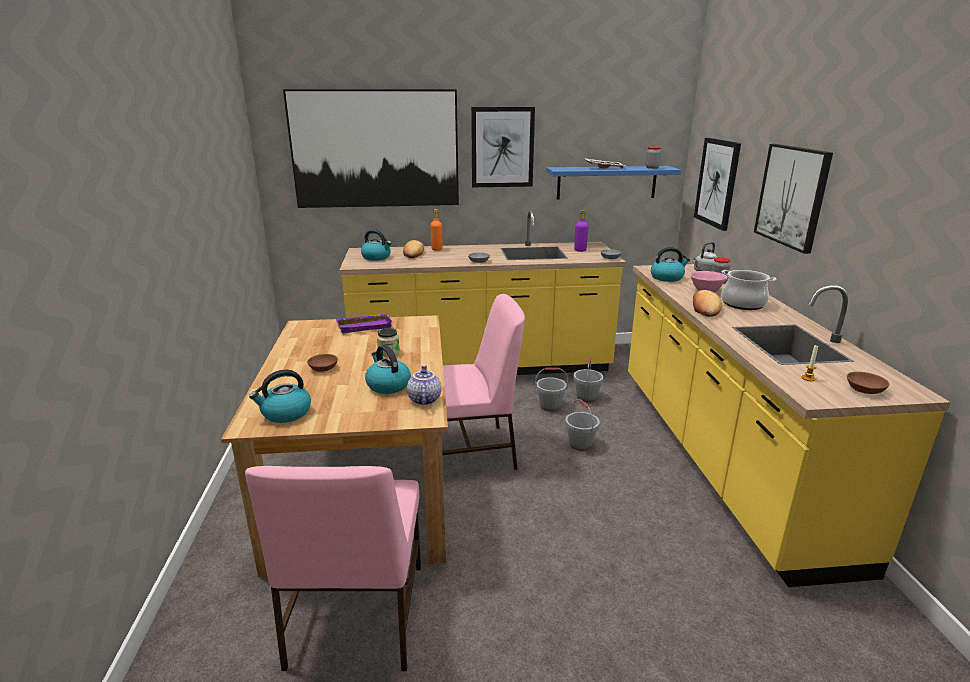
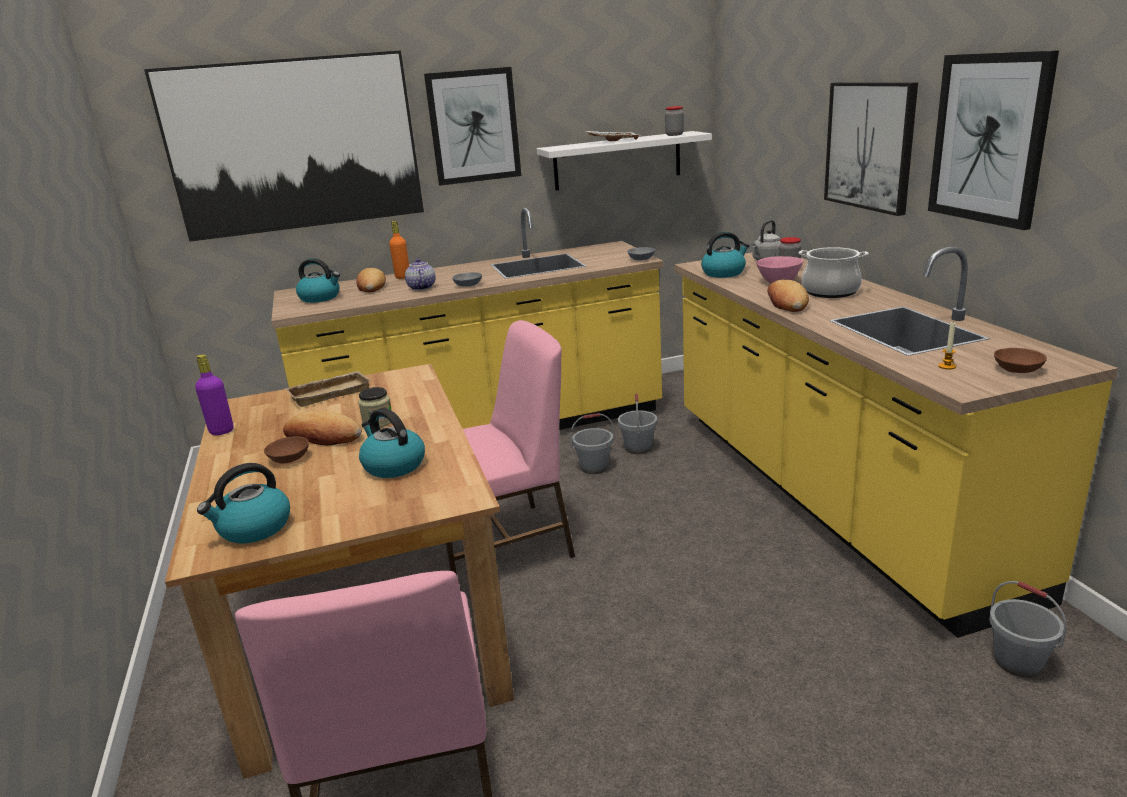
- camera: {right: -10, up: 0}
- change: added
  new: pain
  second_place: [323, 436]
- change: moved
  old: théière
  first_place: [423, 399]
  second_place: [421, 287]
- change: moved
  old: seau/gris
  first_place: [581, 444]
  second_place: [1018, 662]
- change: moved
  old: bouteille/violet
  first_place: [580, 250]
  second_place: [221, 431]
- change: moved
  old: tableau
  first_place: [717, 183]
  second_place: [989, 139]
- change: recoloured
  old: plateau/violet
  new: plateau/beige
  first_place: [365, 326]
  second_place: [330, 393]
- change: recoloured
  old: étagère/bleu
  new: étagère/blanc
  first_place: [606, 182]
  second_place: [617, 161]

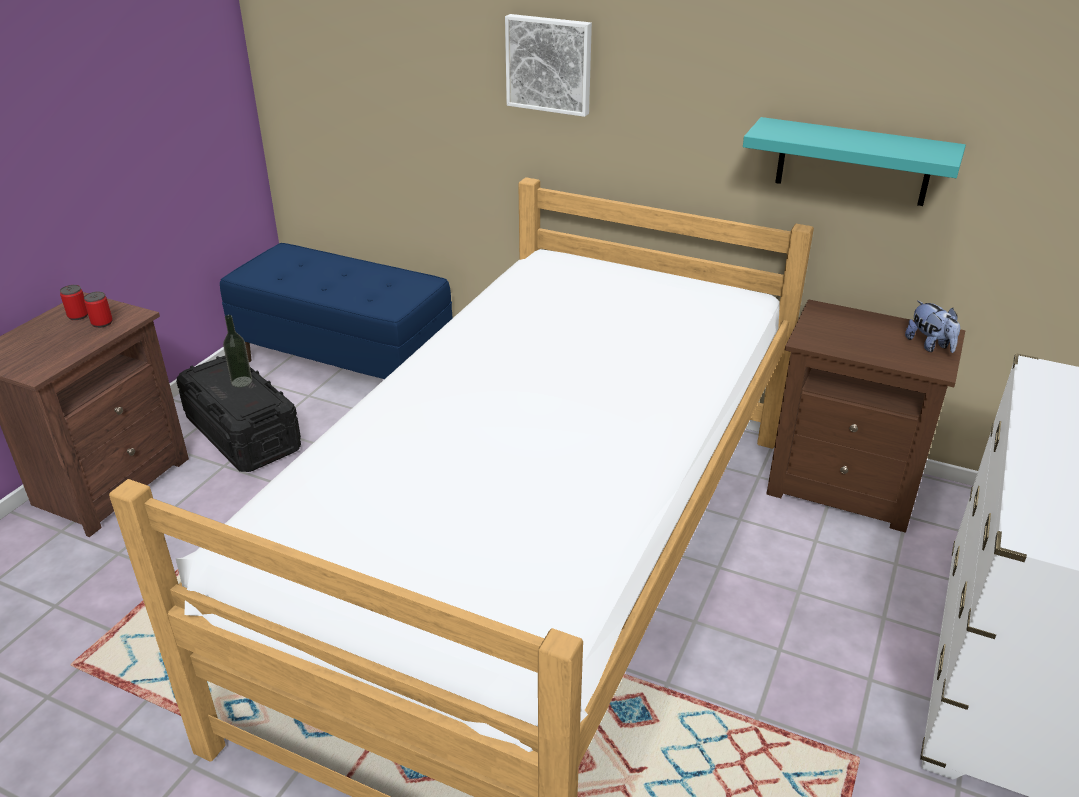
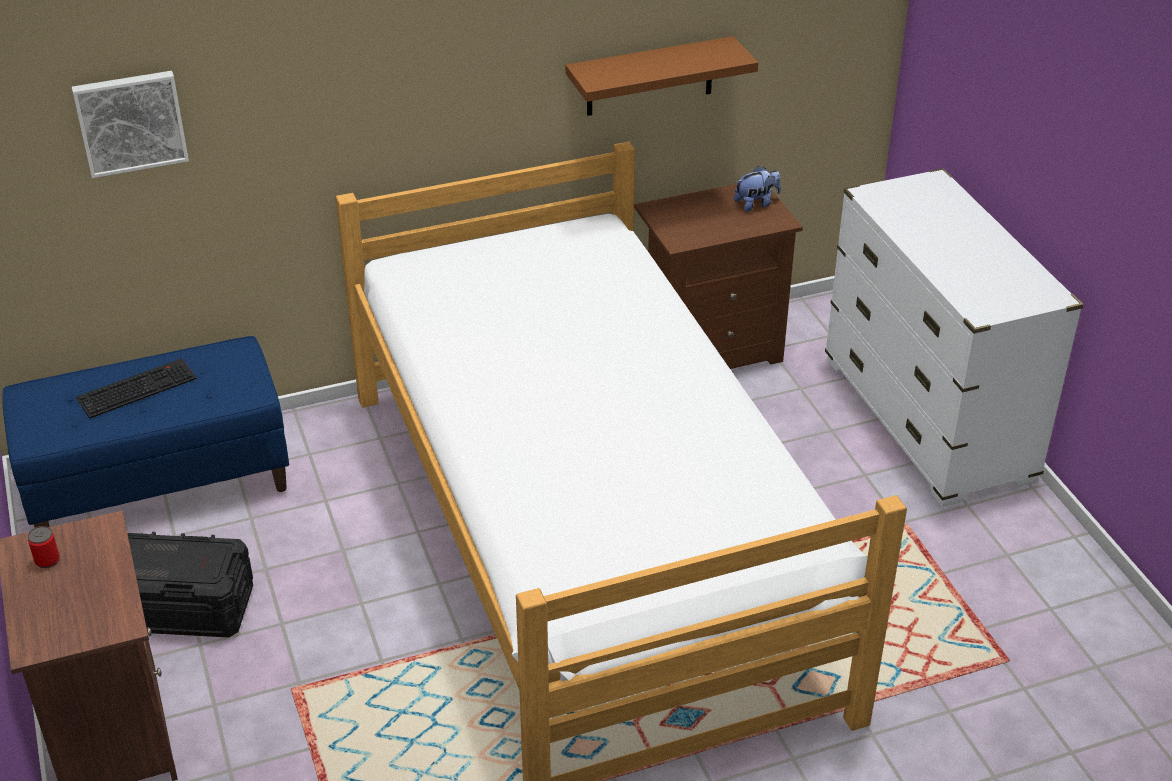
- camera: {right: -45, up: 5}
- change: removed
  old: boîte métallique
  first_place: [102, 323]
- change: removed
  old: bouteille
  first_place: [241, 382]
- change: added
  new: clavier
  second_place: [137, 387]
- change: moved
  old: tableau
  first_place: [549, 64]
  second_place: [130, 122]
- change: recoloured
  old: étagère/turquoise
  new: étagère/marron
  first_place: [853, 162]
  second_place: [649, 77]
- change: turned
  old: peluche
  first_place: [930, 345]
  second_place: [756, 204]
  degrees: -45

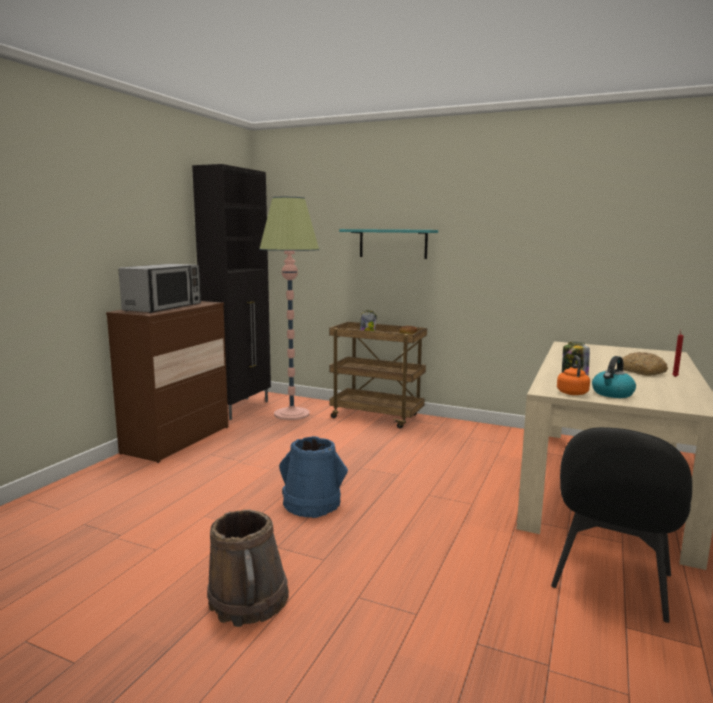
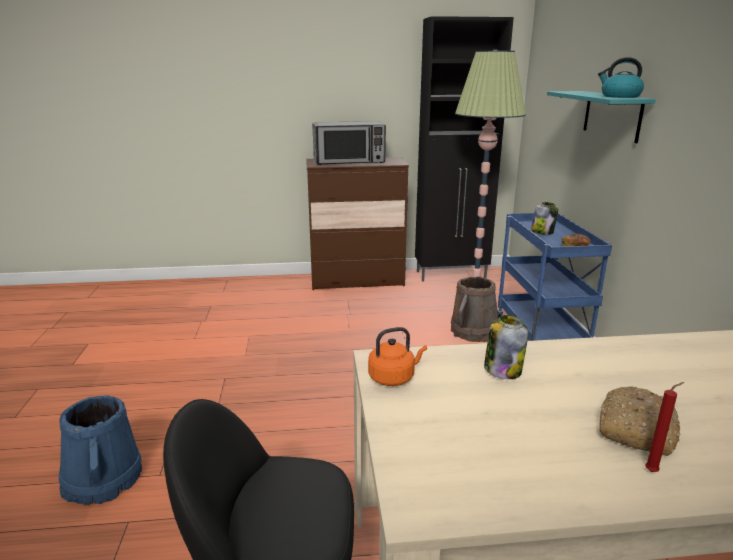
- camera: {right: 60, up: 10}
- change: moved
  old: seau/marron
  first_place: [248, 600]
  second_place: [474, 331]
- change: moved
  old: seau/bleu
  first_place: [312, 504]
  second_place: [103, 479]
- change: moved
  old: bouilloire
  first_place: [612, 394]
  second_place: [619, 96]
- change: recoloured
  old: chariot/marron
  new: chariot/bleu
  first_place: [377, 417]
  second_place: [541, 337]

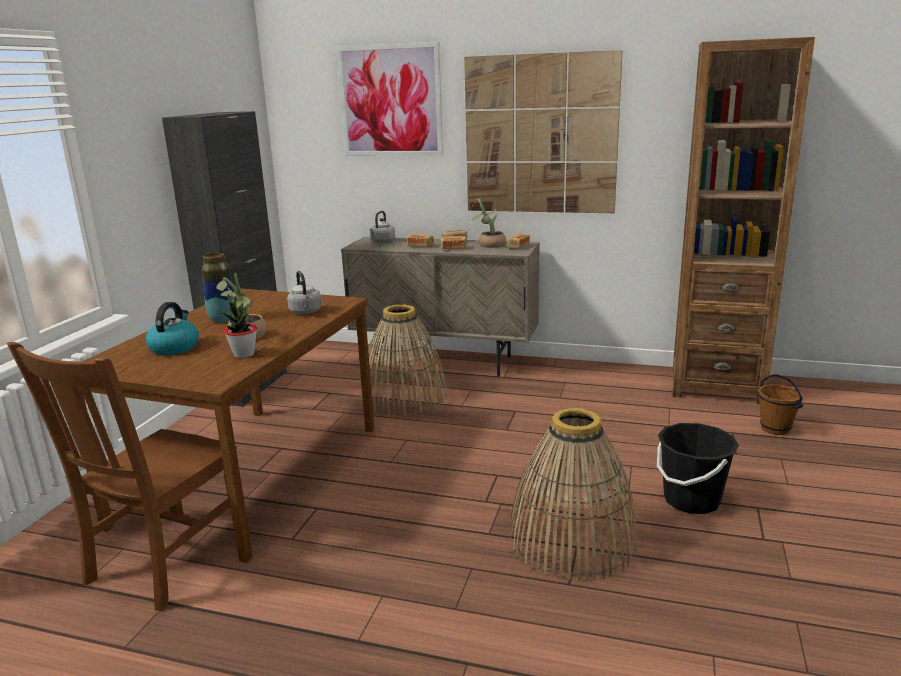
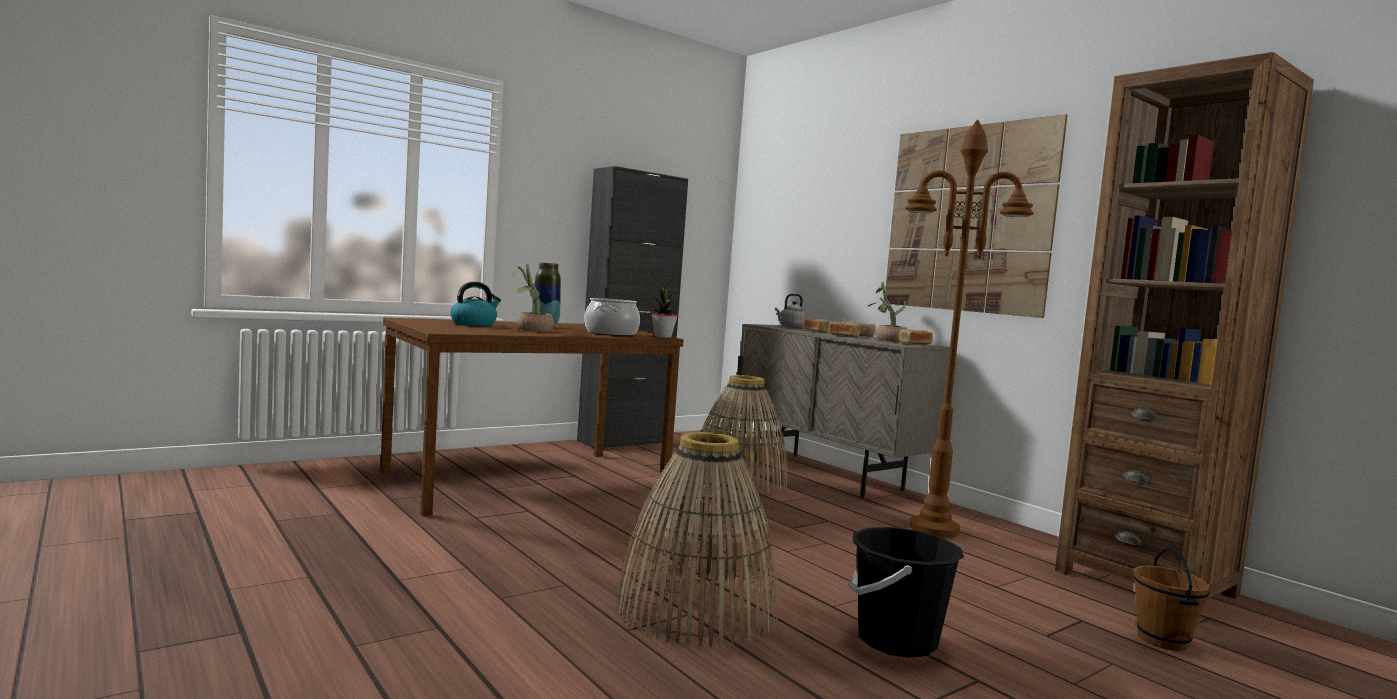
- camera: {right: 35, up: -15}
- change: removed
  old: chaise/marron
  first_place: [165, 561]
- change: removed
  old: tableau
  first_place: [390, 101]
- change: added
  new: lampadaire/marron
  second_place: [933, 529]
- change: moved
  old: plante en pot
  first_place: [244, 354]
  second_place: [662, 337]
- change: replaced
  old: bouilloire/gris
  new: marmite
  first_place: [306, 312]
  second_place: [611, 333]

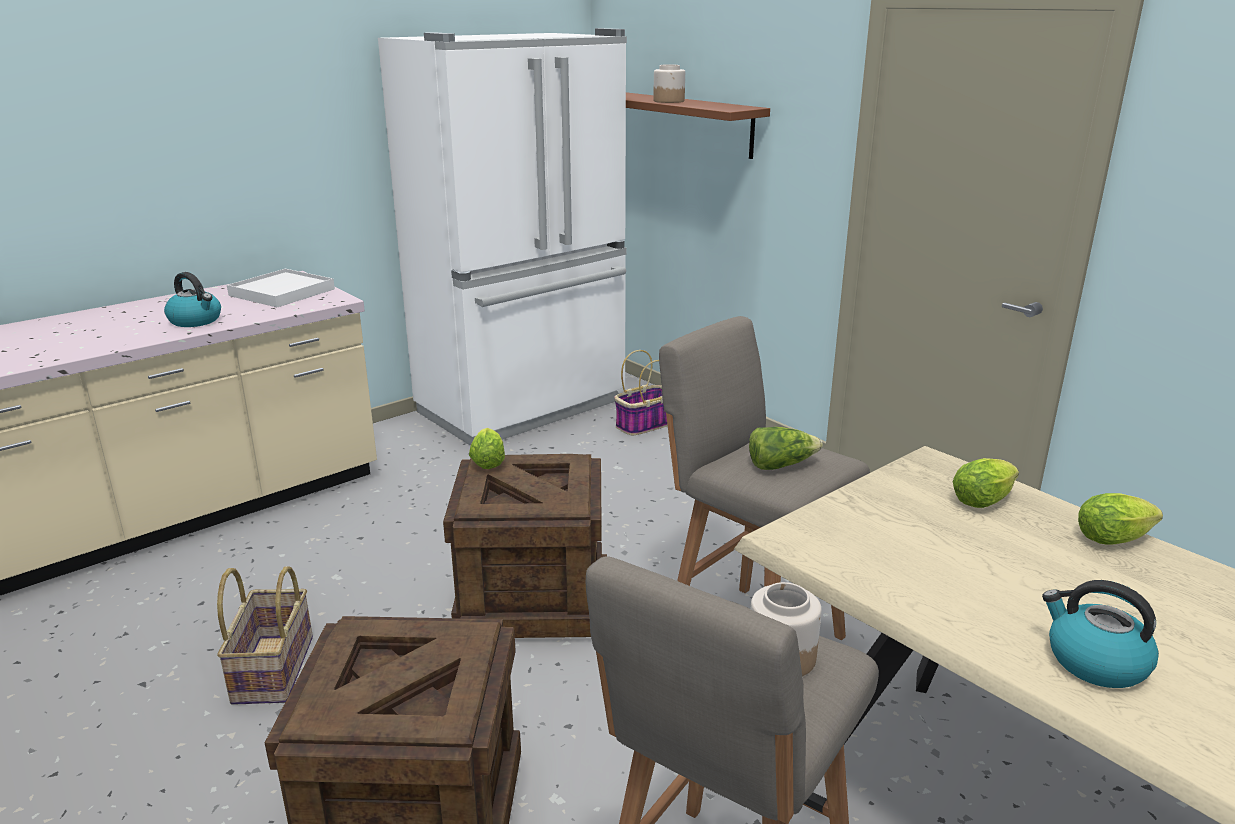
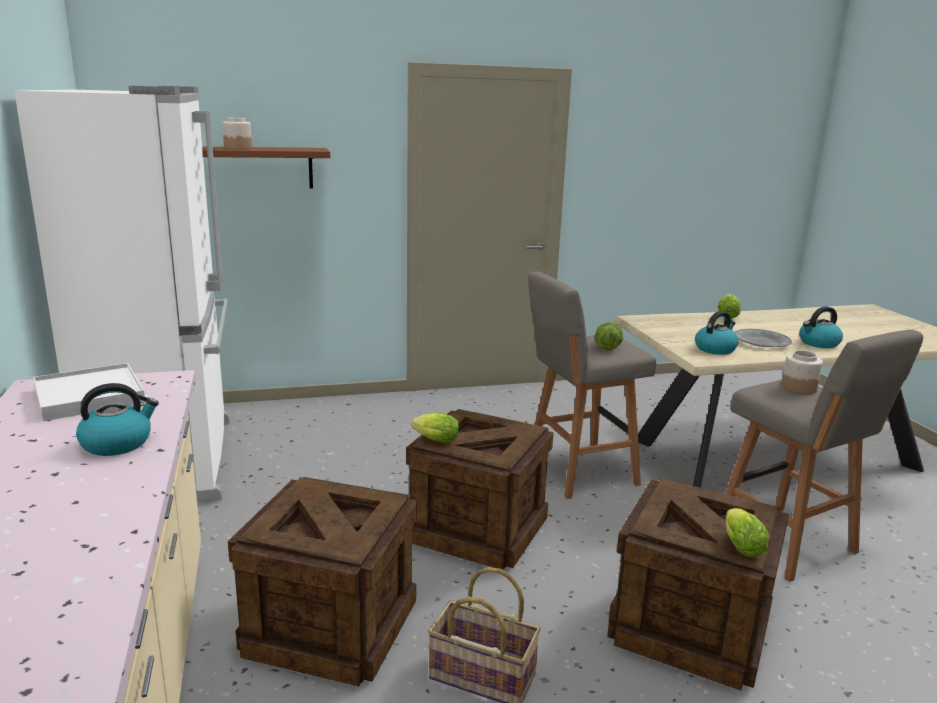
- camera: {right: -65, up: -5}
- change: removed
  old: panier
  first_place: [643, 425]
- change: added
  new: caisse
  second_place: [329, 627]
- change: added
  new: bouilloire
  second_place: [715, 349]
- change: added
  new: assiette/gris
  second_place: [761, 342]
- change: moved
  old: laitue
  first_place: [985, 500]
  second_place: [740, 545]

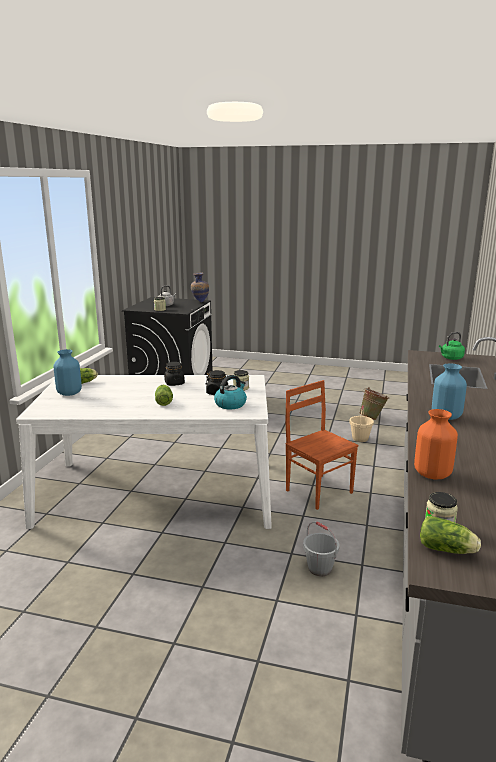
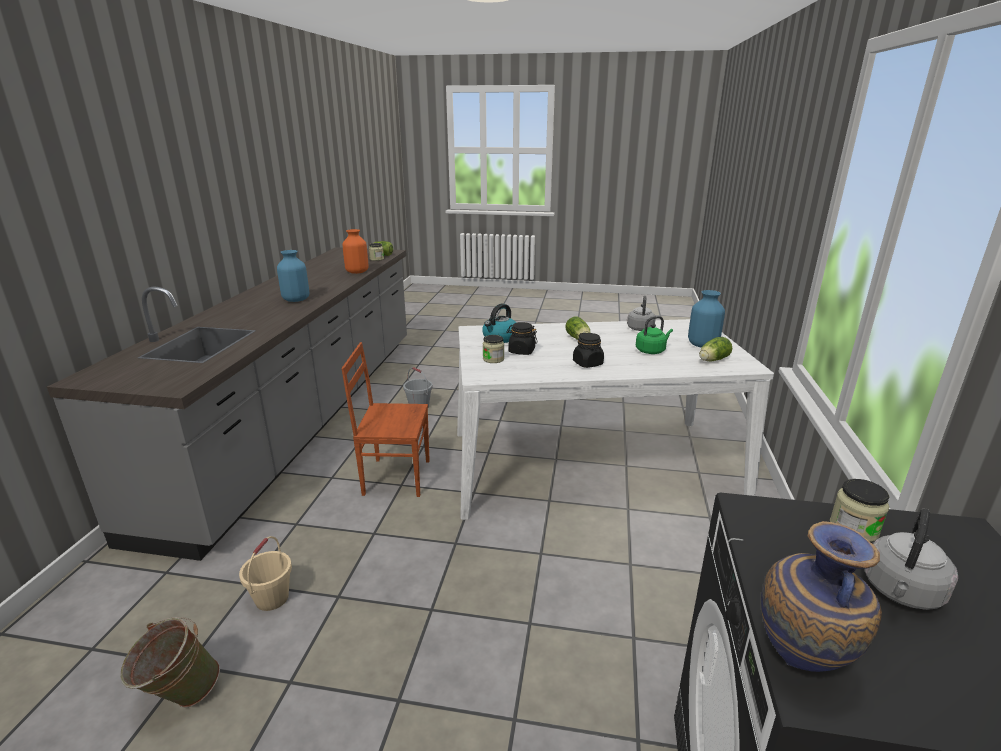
- camera: {right: 175, up: 5}
- change: added
  new: bouilloire/gris
  second_place: [640, 328]
- change: moved
  old: bouilloire/vert
  first_place: [451, 358]
  second_place: [651, 351]
- change: turned
  old: chaise/marron
  first_place: [319, 491]
  second_place: [396, 476]
  degrees: 135

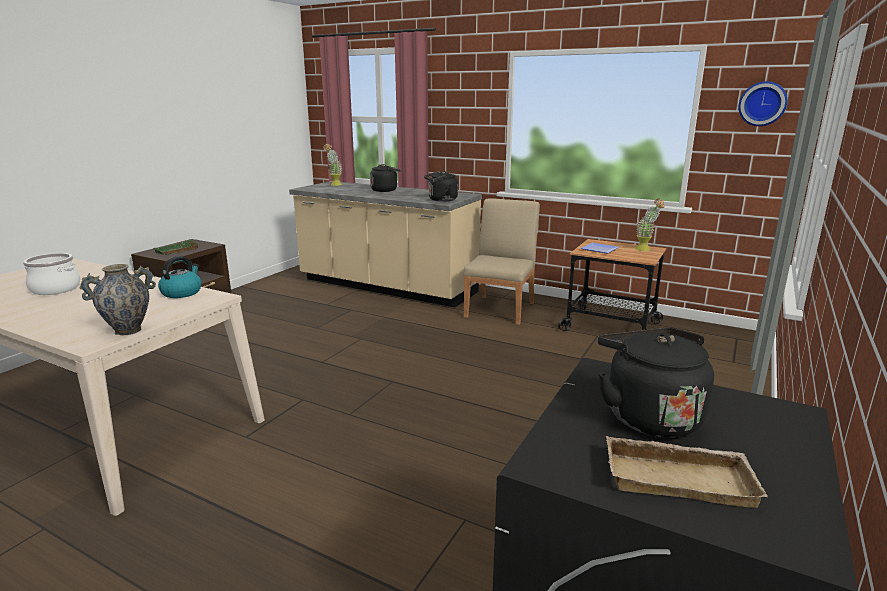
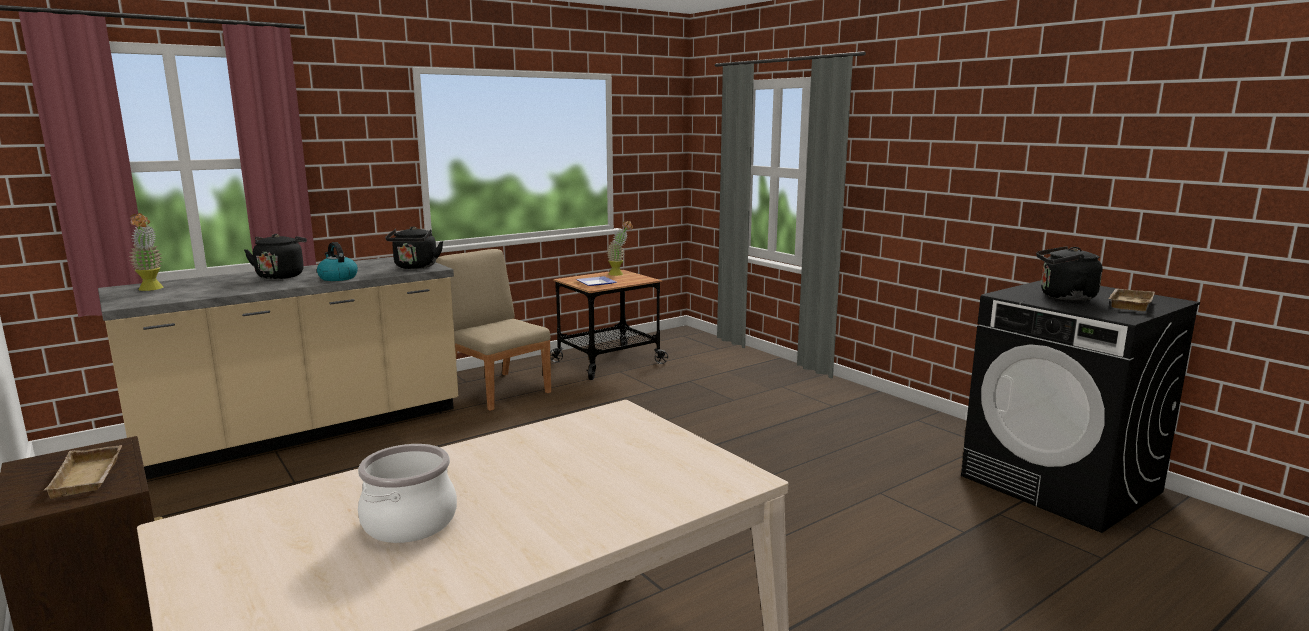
- camera: {right: -65, up: -5}
- change: removed
  old: vase
  first_place: [128, 330]
- change: removed
  old: horloge murale
  first_place: [762, 104]
- change: moved
  old: bouilloire
  first_place: [182, 292]
  second_place: [337, 278]
- change: recoloured
  old: plateau/vert
  new: plateau/beige
  first_place: [177, 251]
  second_place: [90, 477]

